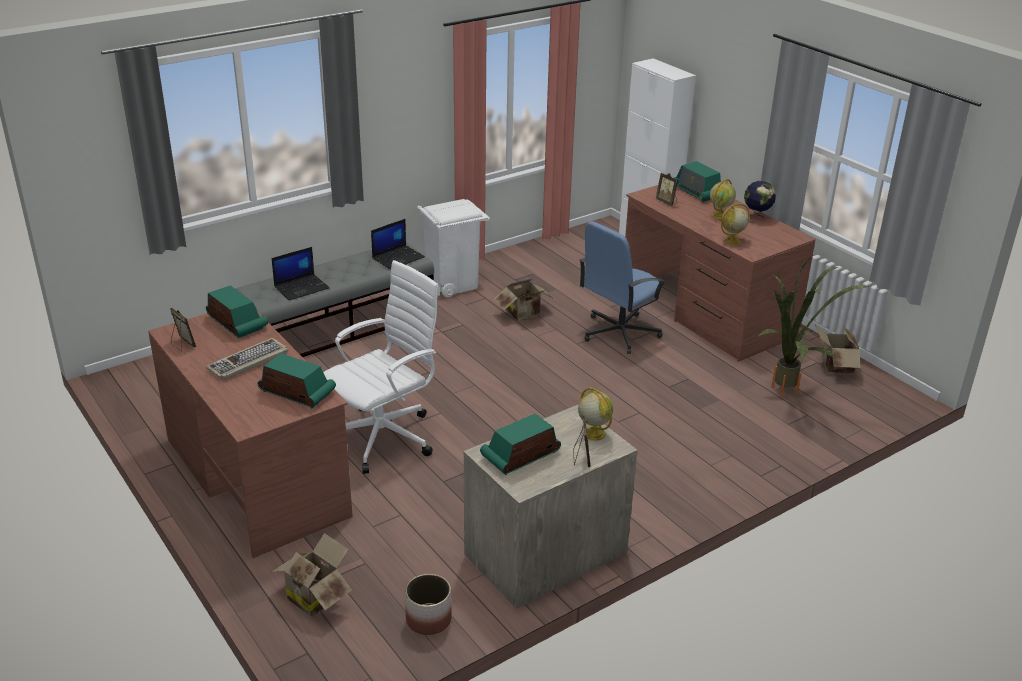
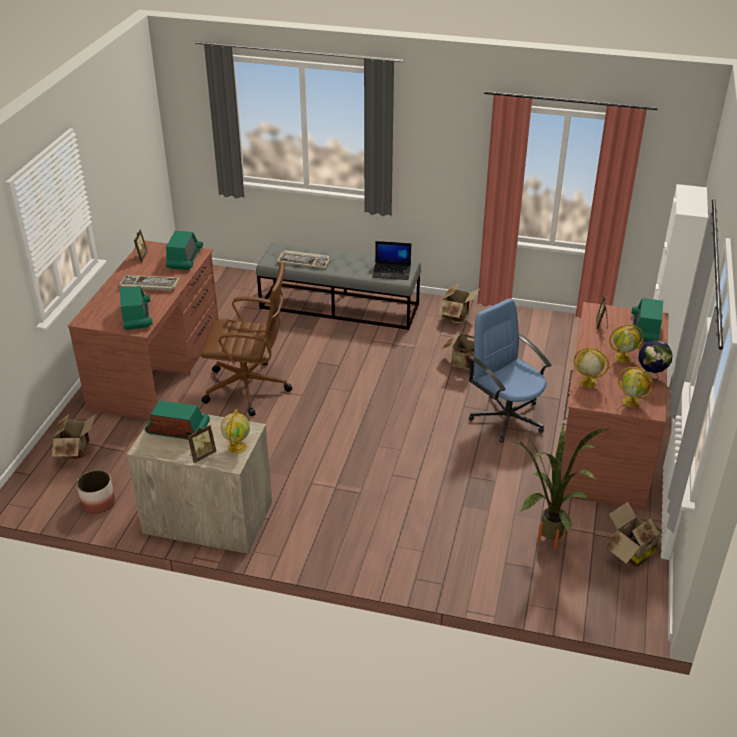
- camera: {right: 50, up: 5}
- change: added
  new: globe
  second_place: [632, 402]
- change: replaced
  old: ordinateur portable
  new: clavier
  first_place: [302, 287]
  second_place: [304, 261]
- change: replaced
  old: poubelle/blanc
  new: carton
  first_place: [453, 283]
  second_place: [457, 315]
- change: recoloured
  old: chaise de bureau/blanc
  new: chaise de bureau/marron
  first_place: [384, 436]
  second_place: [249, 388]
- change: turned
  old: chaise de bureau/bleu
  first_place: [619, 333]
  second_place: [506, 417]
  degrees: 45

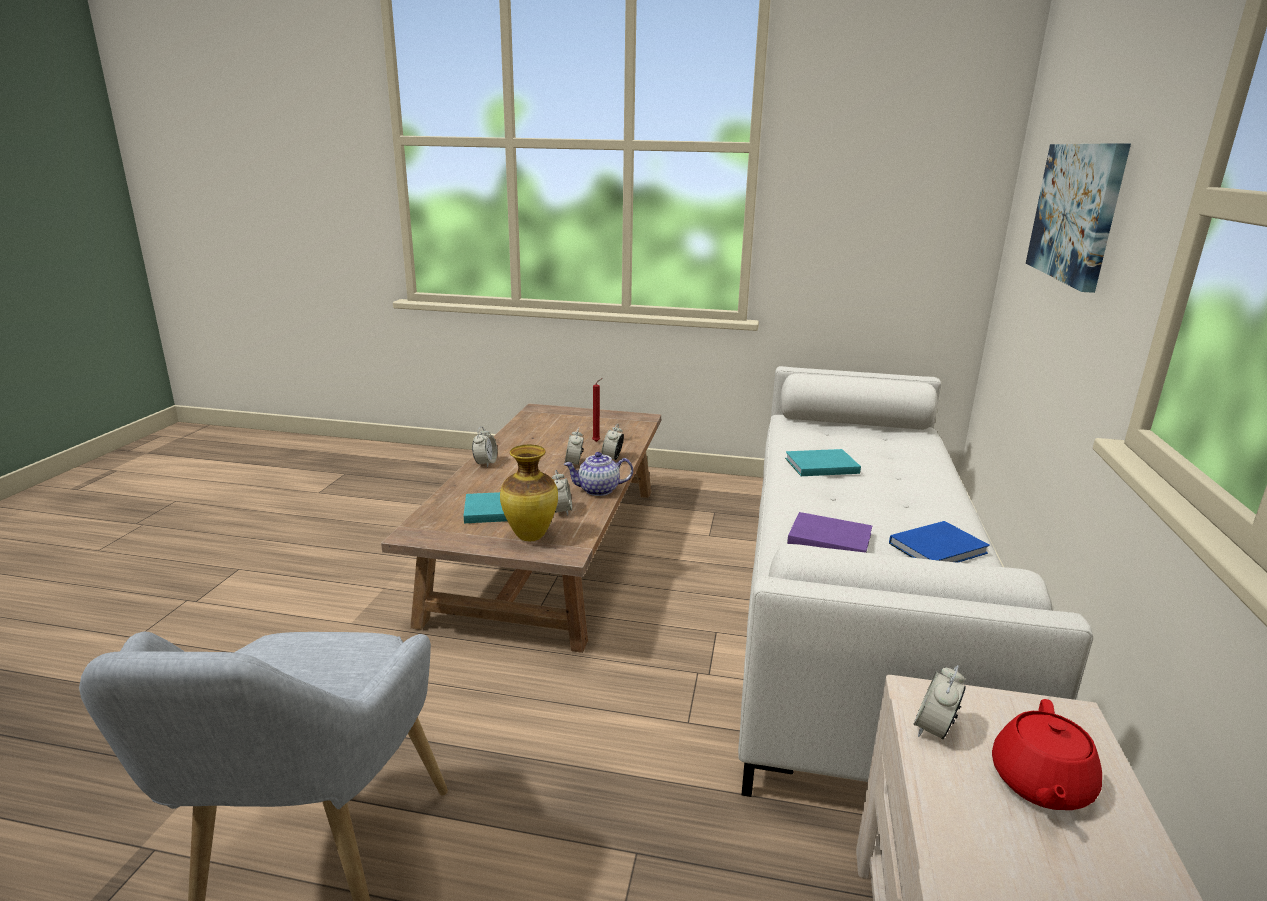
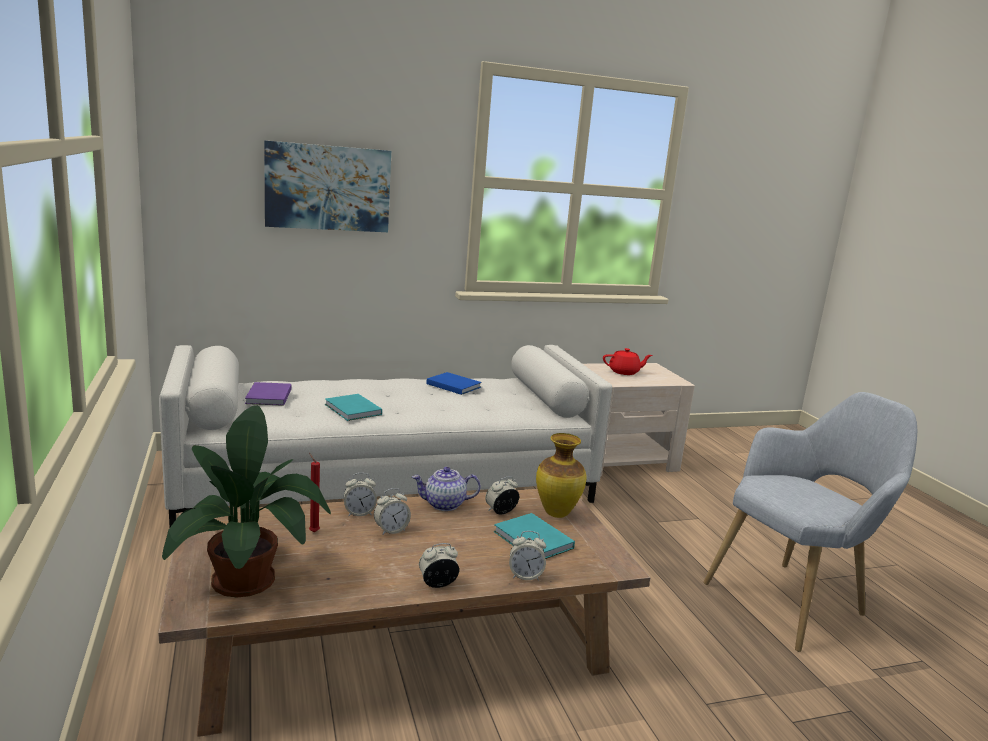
- camera: {right: -120, up: -5}
- change: added
  new: plante en pot
  second_place: [248, 577]
- change: moved
  old: livre/violet
  first_place: [827, 537]
  second_place: [267, 397]
- change: moved
  old: réveil
  first_place: [934, 729]
  second_place: [525, 575]
- change: turned
  old: théière
  first_place: [598, 490]
  second_place: [444, 504]
  degrees: 120

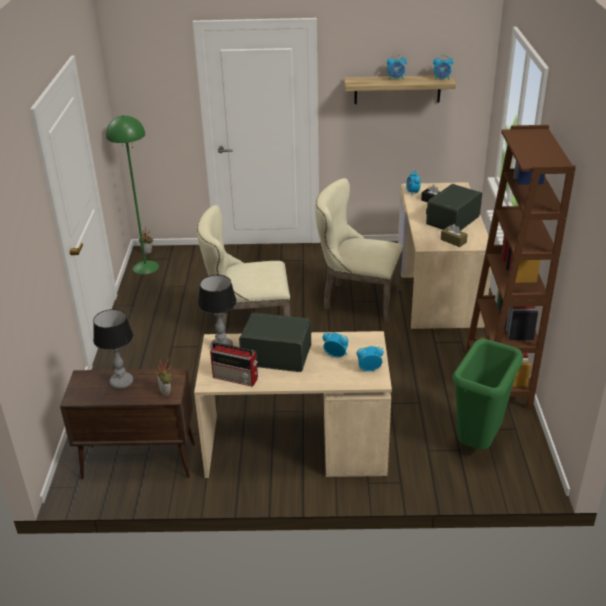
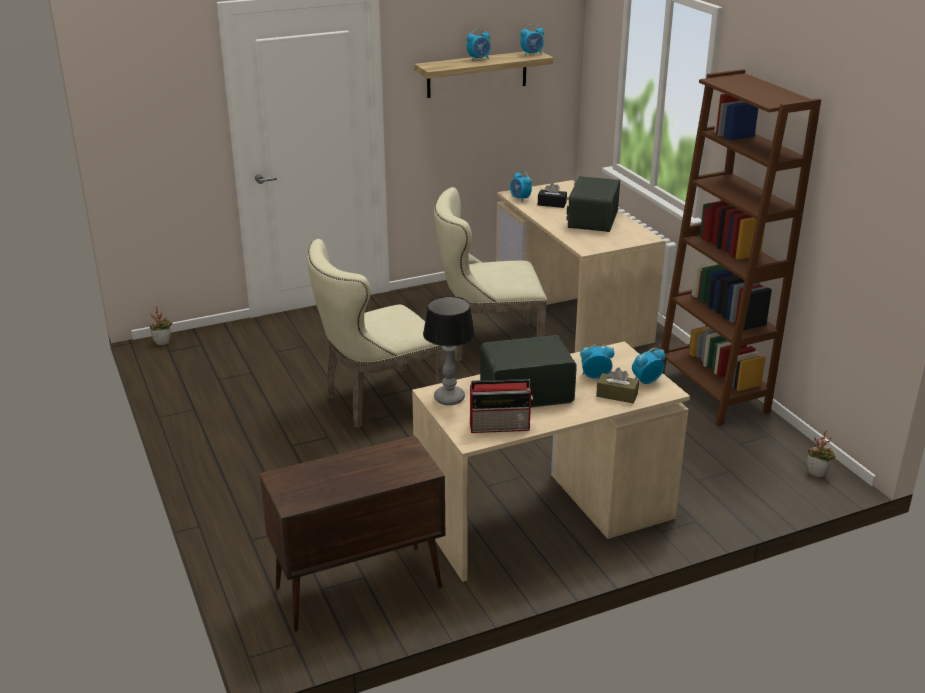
- camera: {right: -25, up: -5}
- change: removed
  old: lampe de table
  first_place: [121, 382]
- change: removed
  old: lampadaire/vert
  first_place: [146, 267]
- change: removed
  old: poubelle/vert
  first_place: [478, 444]
- change: moved
  old: plante en pot
  first_place: [167, 392]
  second_place: [818, 473]
- change: moved
  old: boîte à mouchoirs/marron
  first_place: [453, 241]
  second_place: [617, 395]

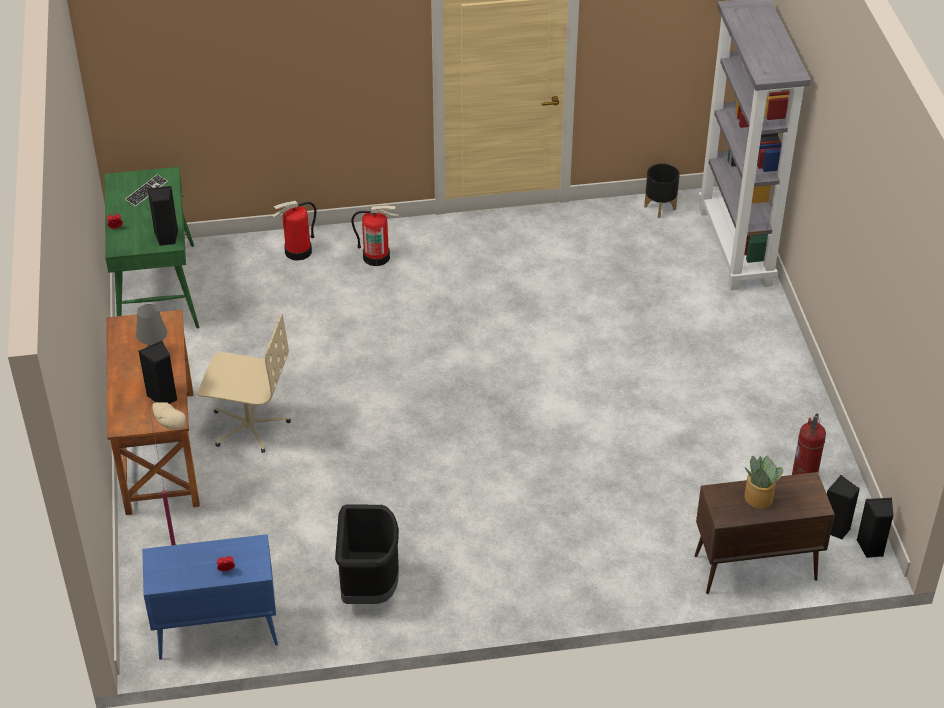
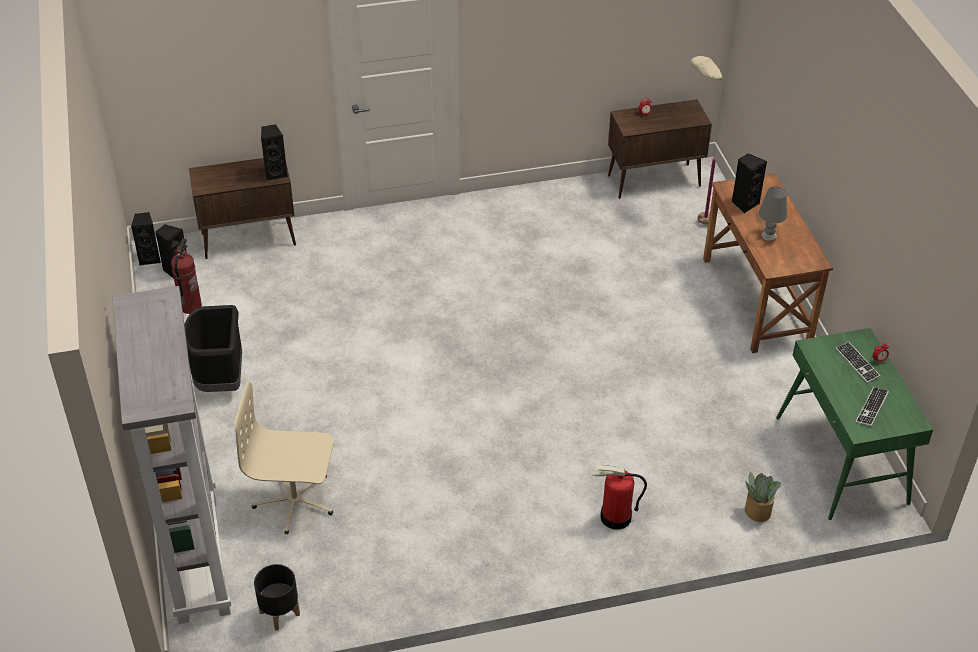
- camera: {right: 175, up: 0}
- change: removed
  old: extincteur
  first_place: [298, 252]
- change: added
  new: clavier
  second_place: [857, 363]
- change: moved
  old: enceinte/noir
  first_place: [166, 238]
  second_place: [275, 173]
- change: moved
  old: chaise de bureau/beige
  first_place: [249, 425]
  second_place: [295, 501]
- change: moved
  old: poubelle/noir
  first_place: [369, 587]
  second_place: [220, 381]
- change: moved
  old: plante en pot
  first_place: [758, 498]
  second_place: [757, 511]
- change: recoloured
  old: meuble de rangement/bleu
  new: meuble de rangement/marron
  first_place: [216, 632]
  second_place: [655, 181]

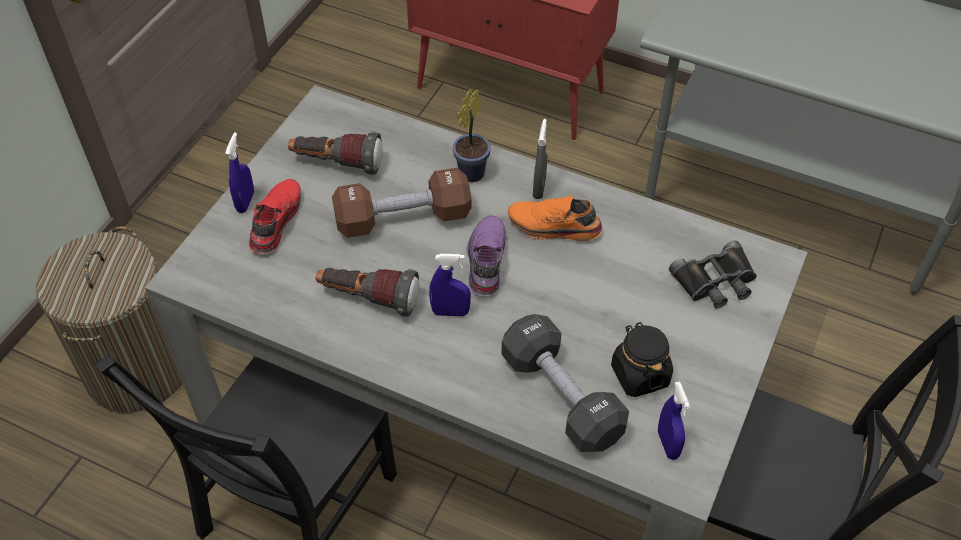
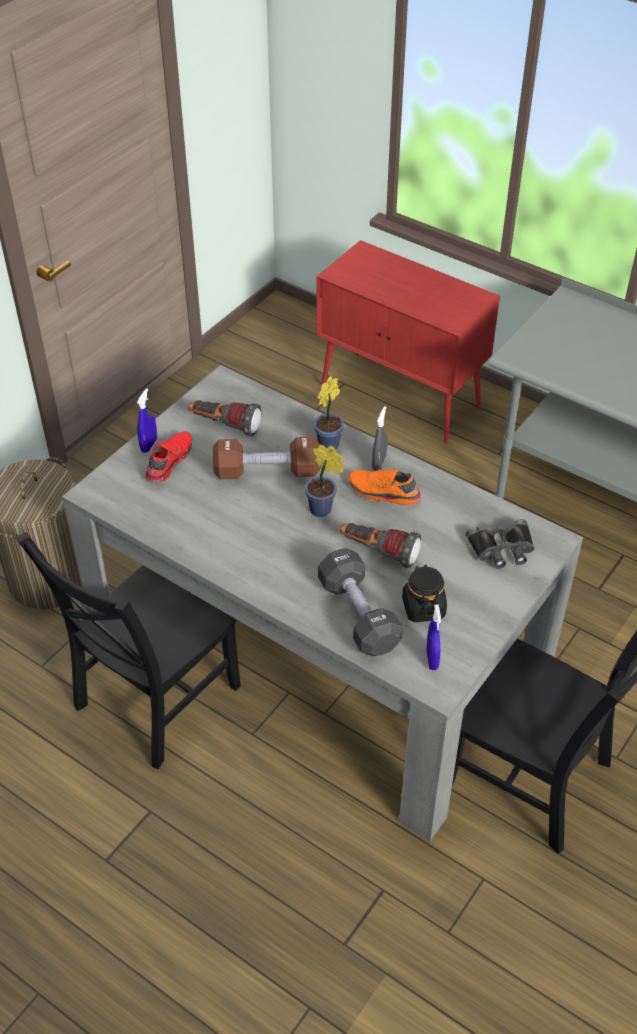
- camera: {right: 10, up: -5}
- change: removed
  old: vaporisateur/bleu
  first_place: [450, 312]
- change: moved
  old: lampe de poche
  first_place: [368, 299]
  second_place: [378, 552]
- change: replaced
  old: chaussure/violet
  new: plante en pot
  first_place: [485, 260]
  second_place: [323, 510]

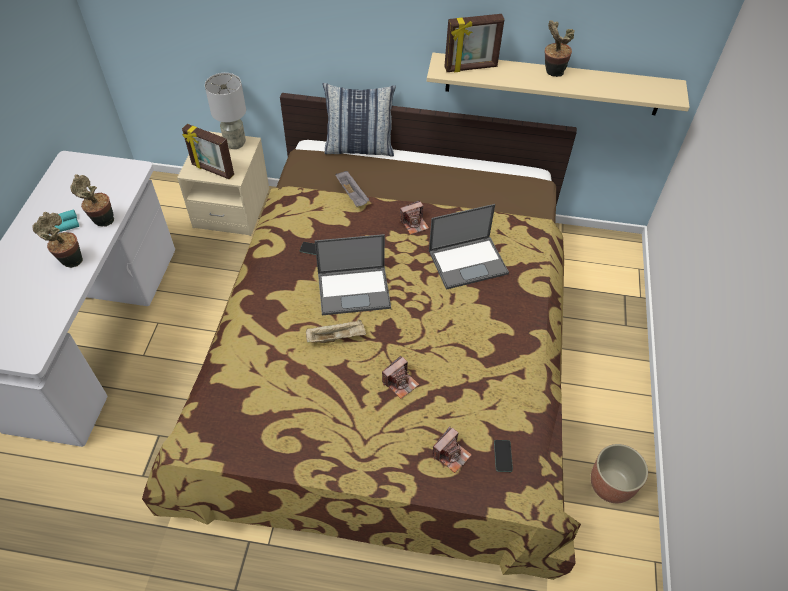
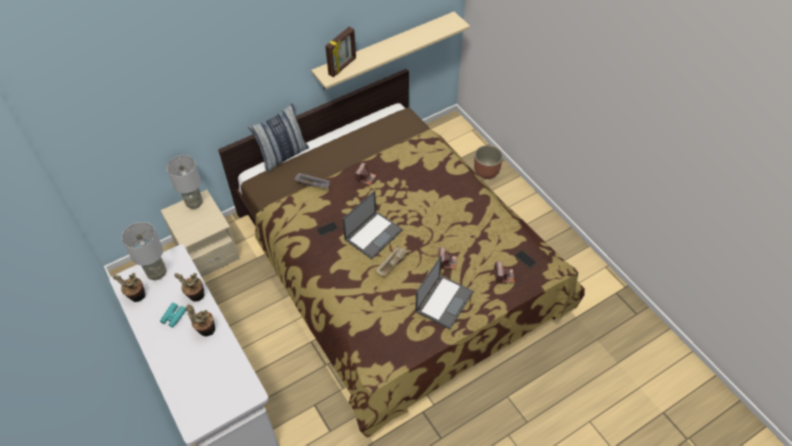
- camera: {right: -40, up: 0}
- change: removed
  old: cadre photo
  first_place: [212, 170]
- change: added
  new: lampe de table/gris
  second_place: [157, 273]
- change: moved
  old: ordinateur portable
  first_place: [468, 262]
  second_place: [444, 301]
- change: moved
  old: plante en pot
  first_place: [552, 72]
  second_place: [136, 297]
- change: moved
  old: cache-pot
  first_place: [611, 484]
  second_place: [486, 171]

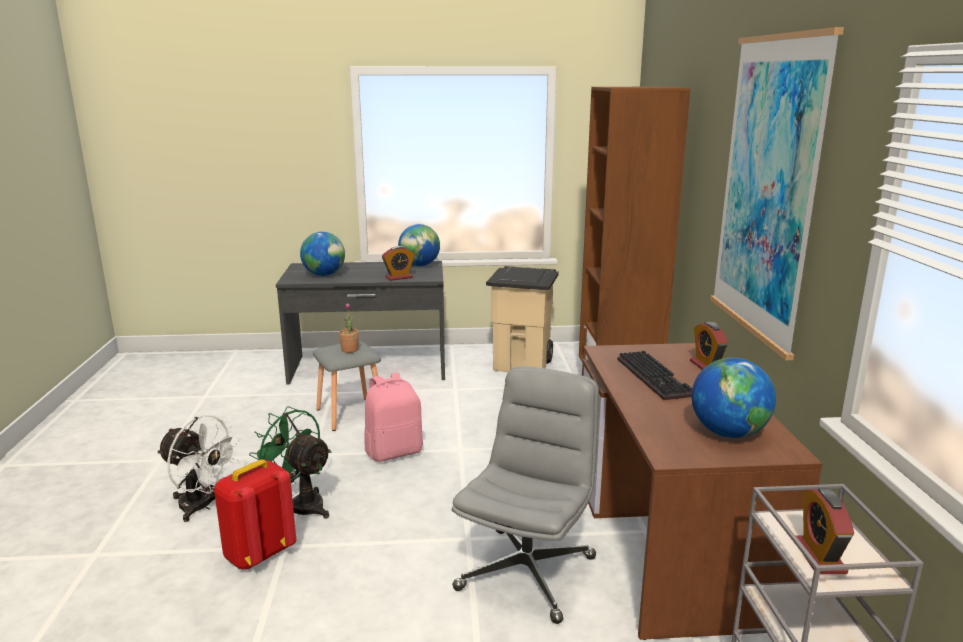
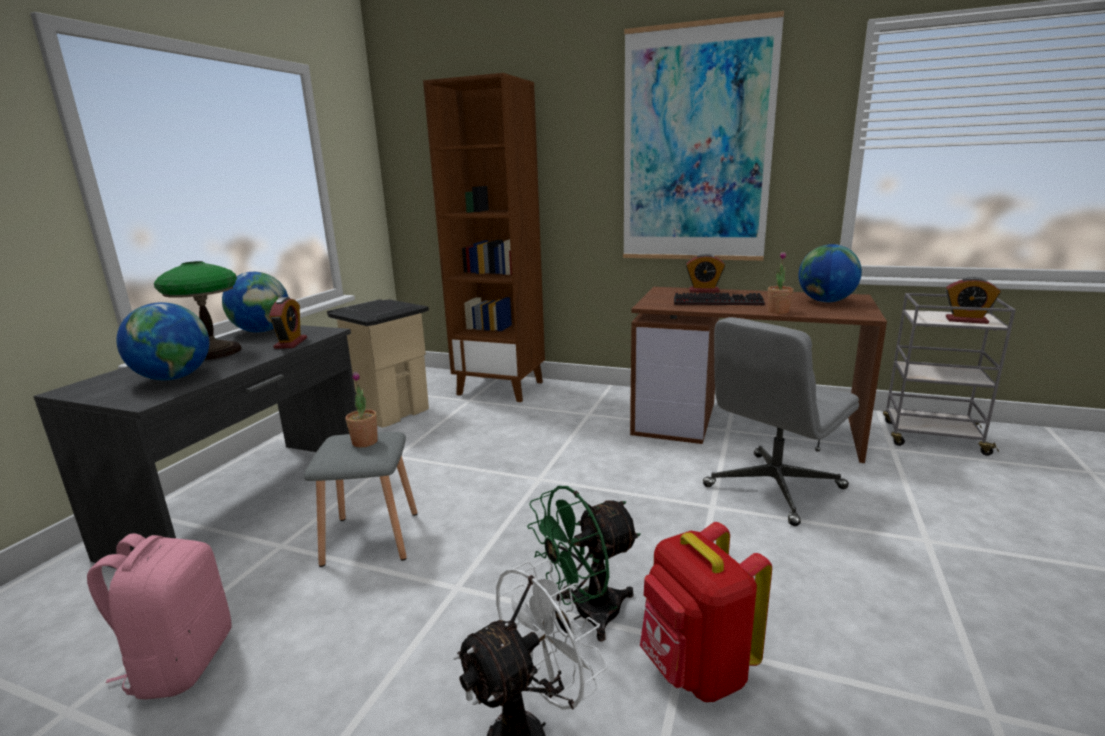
- camera: {right: -65, up: 0}
- change: added
  new: lampe de table
  second_place: [212, 352]
- change: added
  new: plante en pot
  second_place: [778, 311]
- change: moved
  old: sac à dos/rose
  first_place: [394, 452]
  second_place: [181, 662]
- change: turned
  old: chaise de bureau/gris
  first_place: [526, 572]
  second_place: [773, 488]
  degrees: -90

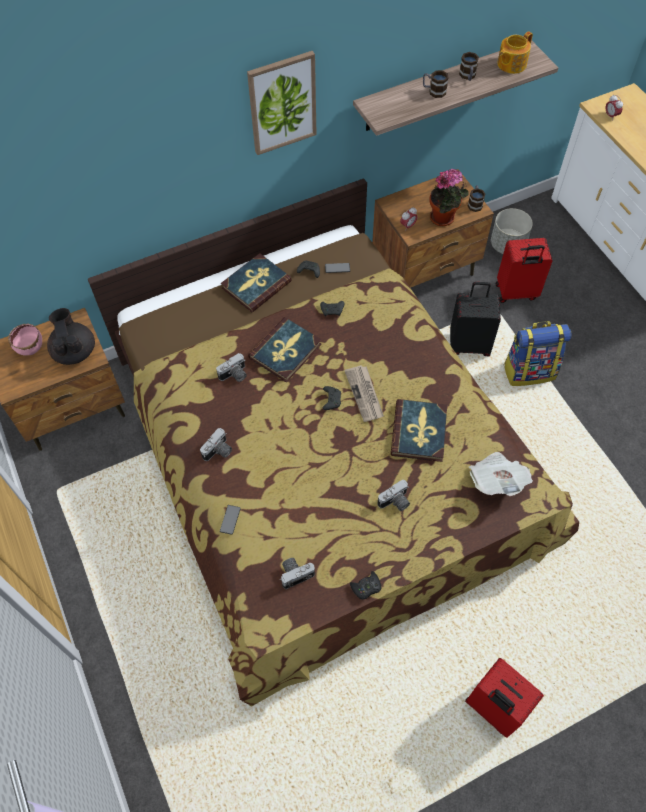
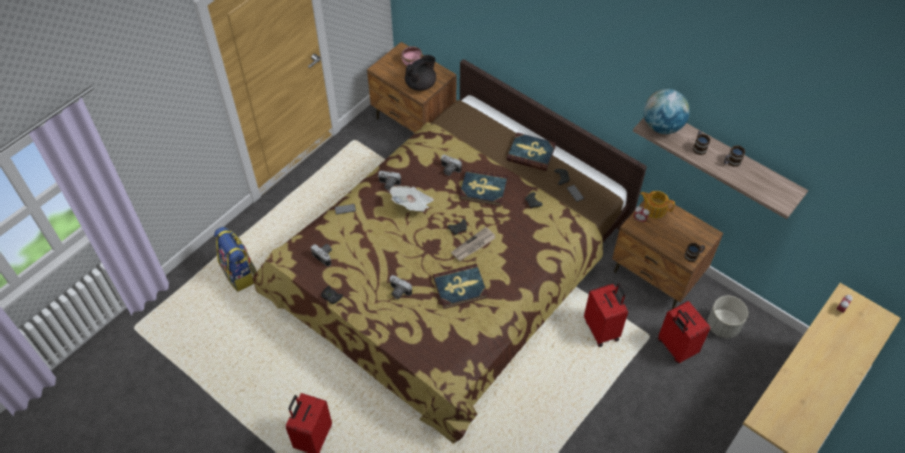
- camera: {right: 65, up: -5}
- change: removed
  old: tableau
  first_place: [282, 103]
- change: removed
  old: plante en pot
  first_place: [444, 218]
- change: added
  new: globe
  second_place: [662, 126]
- change: moved
  old: journal
  first_place: [497, 480]
  second_place: [412, 205]
- change: moved
  old: théière
  first_place: [511, 64]
  second_place: [654, 209]
- change: moved
  old: sac à dos
  first_place: [529, 371]
  second_place: [240, 273]
- change: recoloured
  old: valise/noir
  new: valise/rouge
  first_place: [469, 344]
  second_place: [602, 330]

